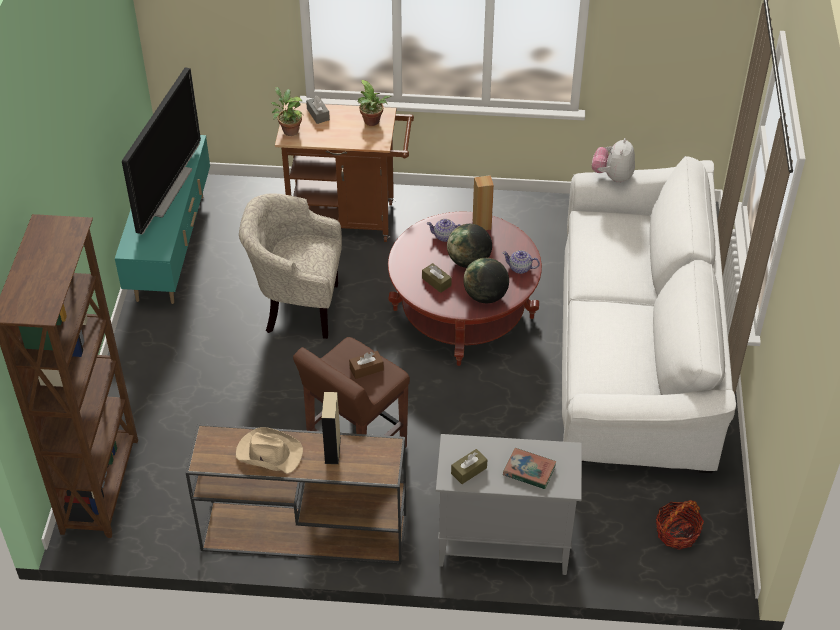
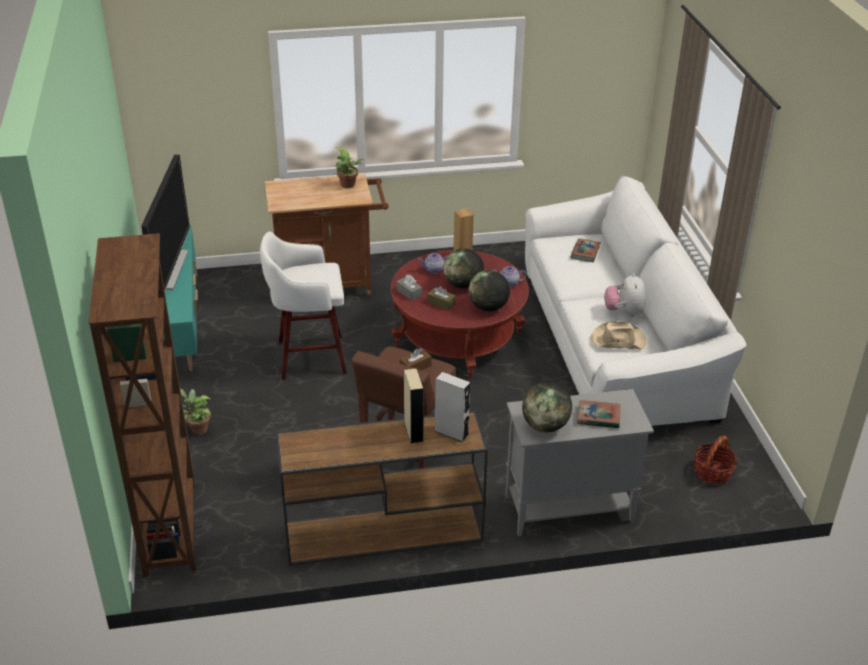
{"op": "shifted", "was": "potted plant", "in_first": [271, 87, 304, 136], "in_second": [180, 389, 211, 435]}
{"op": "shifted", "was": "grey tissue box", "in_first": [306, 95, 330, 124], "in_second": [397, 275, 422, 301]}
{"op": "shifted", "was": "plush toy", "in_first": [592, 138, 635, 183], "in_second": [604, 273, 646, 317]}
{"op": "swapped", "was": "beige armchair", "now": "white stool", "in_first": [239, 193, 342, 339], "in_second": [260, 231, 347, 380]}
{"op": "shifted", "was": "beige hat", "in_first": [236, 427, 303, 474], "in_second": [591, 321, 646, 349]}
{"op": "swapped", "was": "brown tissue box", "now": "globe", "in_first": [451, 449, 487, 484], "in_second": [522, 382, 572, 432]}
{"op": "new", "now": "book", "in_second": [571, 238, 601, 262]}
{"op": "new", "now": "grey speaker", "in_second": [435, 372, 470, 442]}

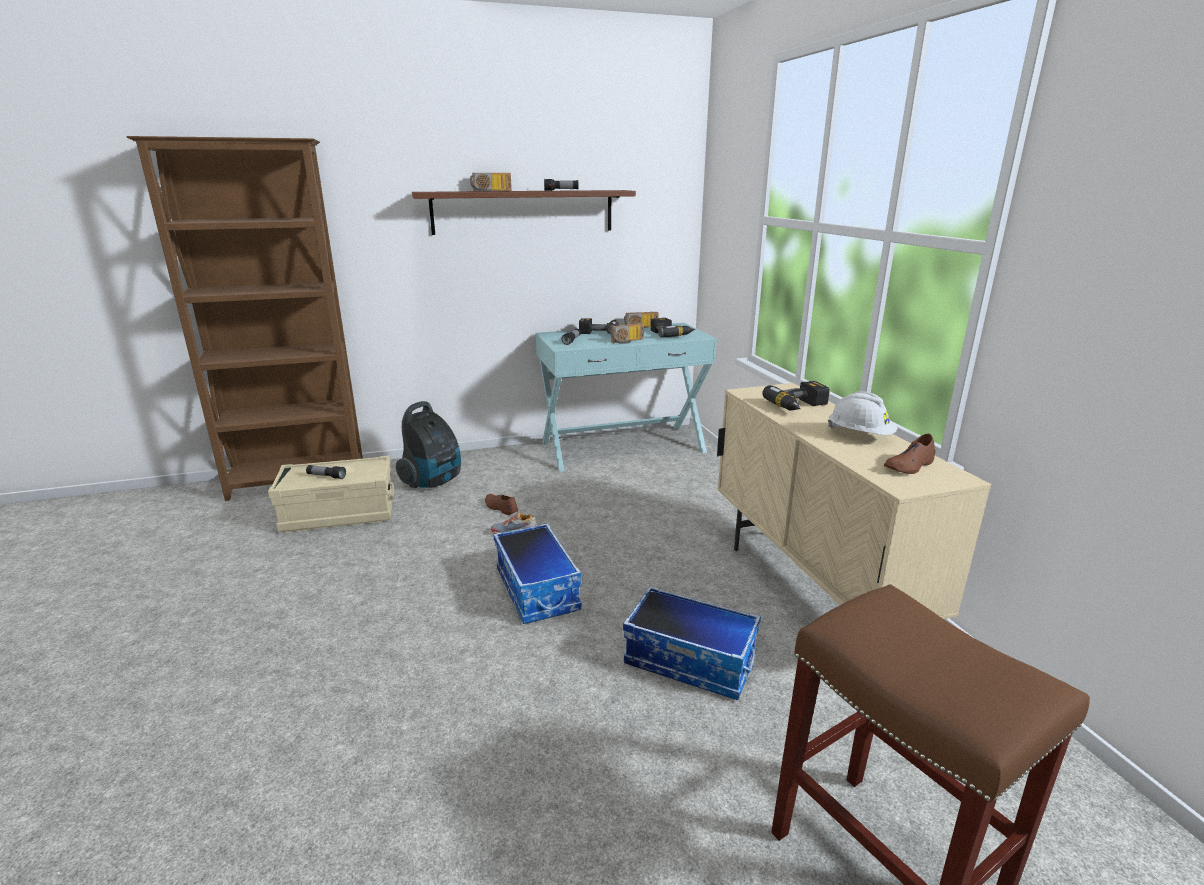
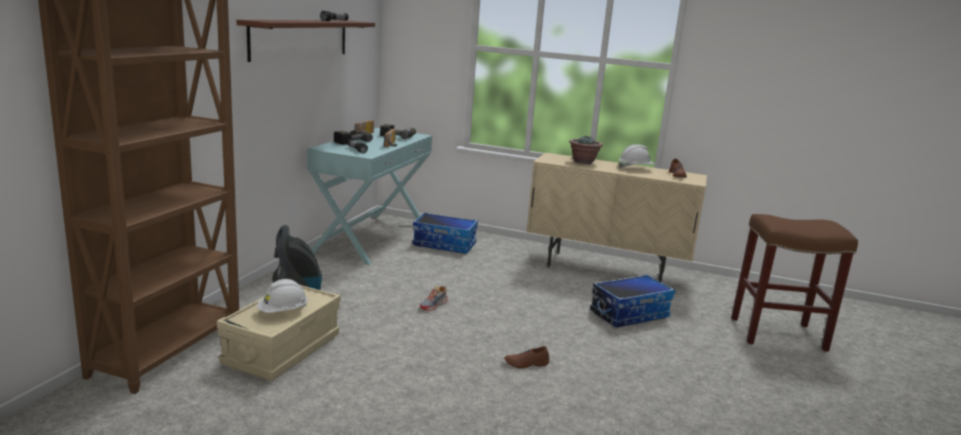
{"op": "gone", "was": "radio", "in_first": [470, 173, 512, 191]}
{"op": "swapped", "was": "power drill", "now": "potted plant", "in_first": [762, 381, 830, 410], "in_second": [569, 135, 603, 164]}
{"op": "swapped", "was": "flashlight", "now": "white hard hat", "in_first": [306, 465, 346, 479], "in_second": [257, 279, 308, 313]}
{"op": "shifted", "was": "brown shoe", "in_first": [485, 494, 518, 515], "in_second": [504, 346, 549, 369]}
{"op": "shifted", "was": "storage box", "in_first": [493, 523, 582, 624], "in_second": [413, 212, 478, 254]}

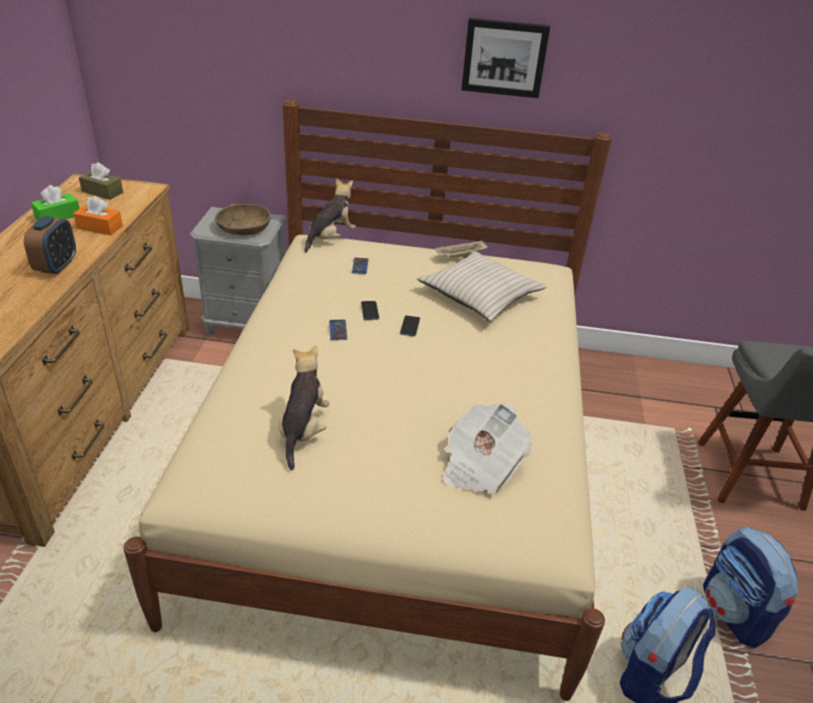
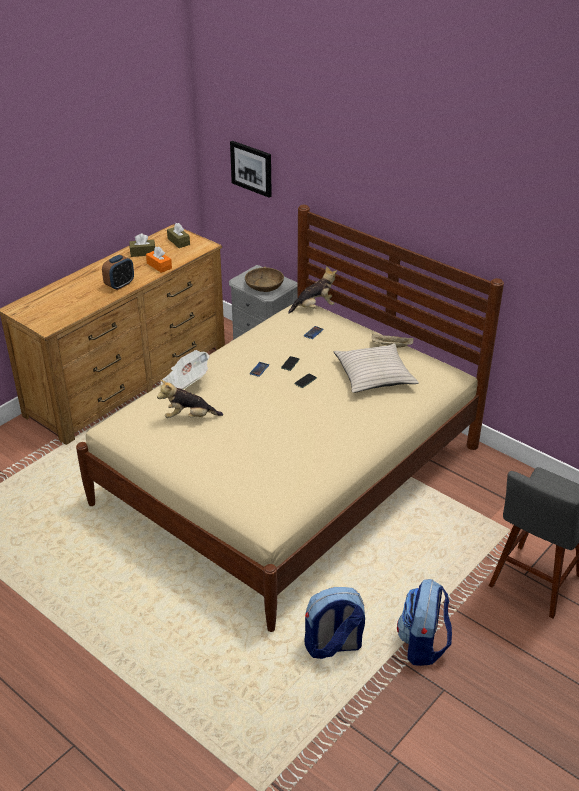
{"op": "shifted", "was": "picture", "in_first": [461, 18, 550, 98], "in_second": [230, 141, 272, 198]}
{"op": "repainted", "was": "green tissue box", "now": "brown tissue box", "in_first": [31, 185, 80, 220], "in_second": [129, 233, 155, 257]}
{"op": "rotated", "was": "plush toy", "in_first": [278, 345, 330, 470], "in_second": [157, 380, 223, 418], "clockwise": -135}
{"op": "shifted", "was": "newspaper", "in_first": [443, 403, 532, 494], "in_second": [160, 350, 210, 390]}

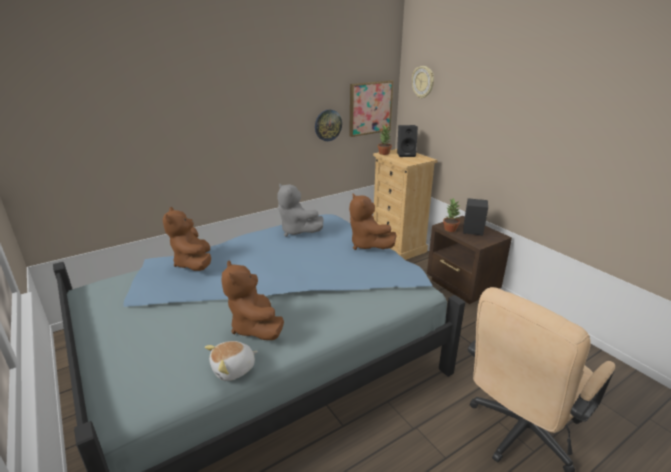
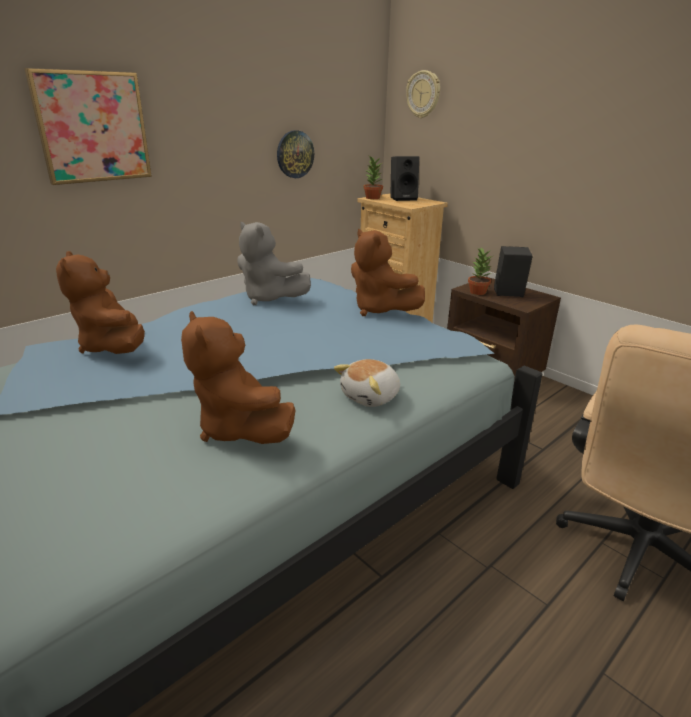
{"op": "shifted", "was": "picture", "in_first": [349, 80, 393, 137], "in_second": [24, 68, 152, 185]}
{"op": "shifted", "was": "plush toy", "in_first": [205, 341, 258, 381], "in_second": [334, 359, 400, 407]}

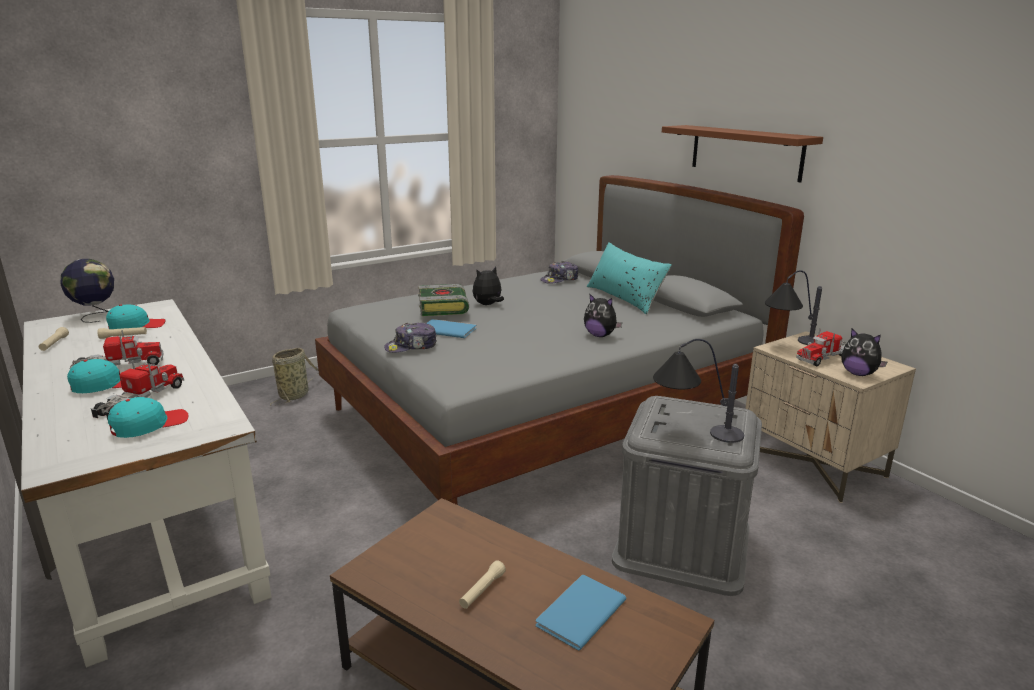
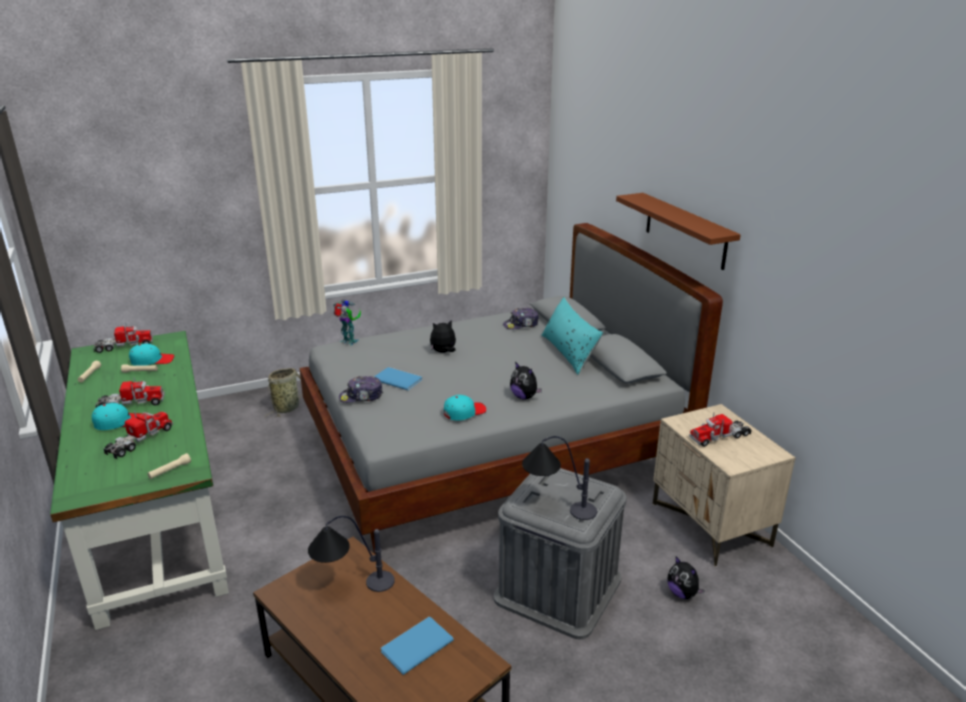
{"op": "swapped", "was": "globe", "now": "toy truck", "in_first": [60, 259, 114, 323], "in_second": [93, 323, 153, 353]}
{"op": "shifted", "was": "table lamp", "in_first": [765, 271, 822, 345], "in_second": [308, 516, 395, 592]}
{"op": "gone", "was": "book", "in_first": [418, 284, 469, 316]}
{"op": "repainted", "was": "white desk", "now": "green desk", "in_first": [21, 299, 272, 668], "in_second": [50, 331, 229, 630]}
{"op": "shifted", "was": "plush toy", "in_first": [841, 329, 887, 376], "in_second": [667, 556, 705, 599]}
{"op": "shifted", "was": "turquoise cap", "in_first": [108, 397, 188, 438], "in_second": [444, 395, 486, 421]}
{"op": "shifted", "was": "beige flashlight", "in_first": [459, 560, 506, 609], "in_second": [147, 453, 191, 479]}
{"op": "new", "now": "toy robot", "in_second": [333, 299, 361, 346]}

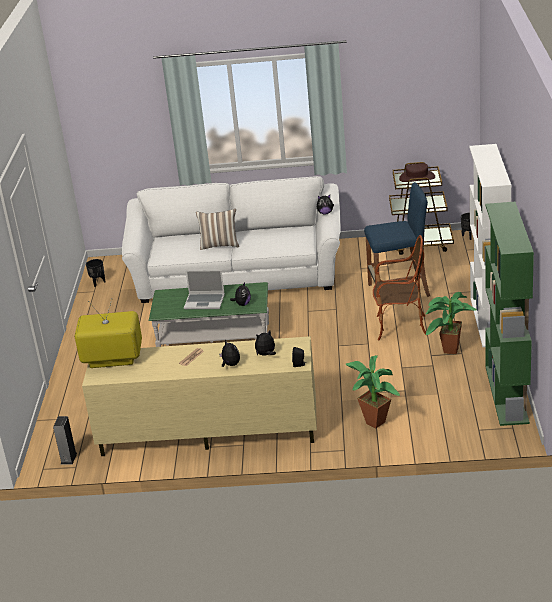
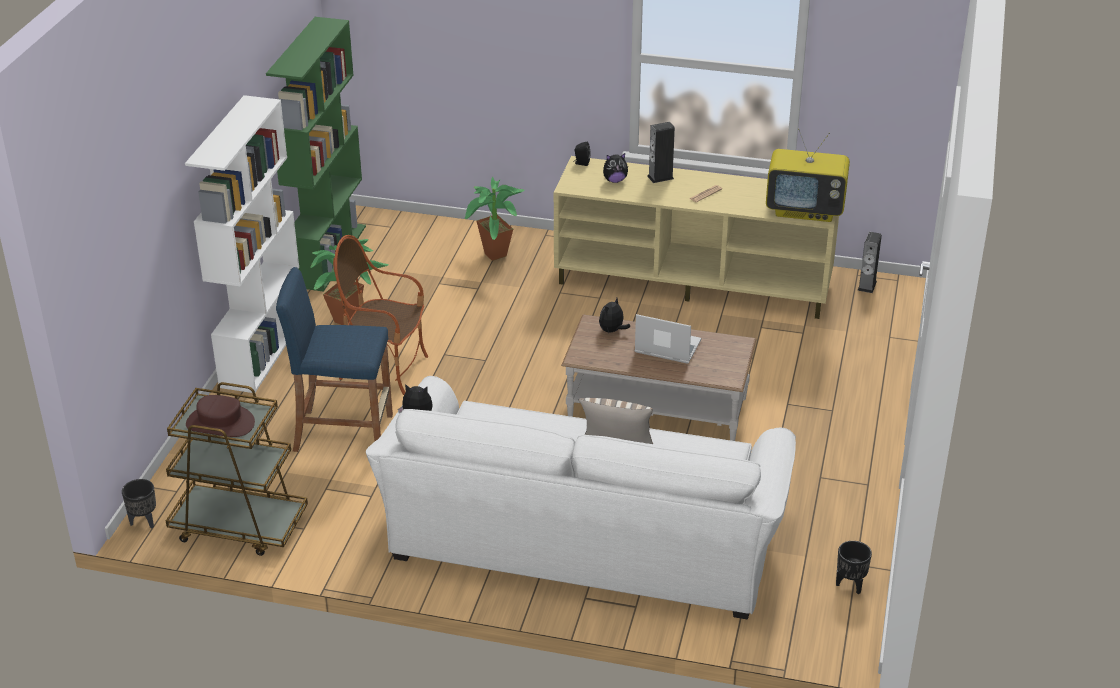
{"op": "repainted", "was": "green coffee table", "now": "brown coffee table", "in_first": [149, 282, 269, 347], "in_second": [561, 315, 757, 441]}
{"op": "swapped", "was": "plush toy", "now": "speaker", "in_first": [219, 339, 240, 367], "in_second": [647, 122, 675, 183]}

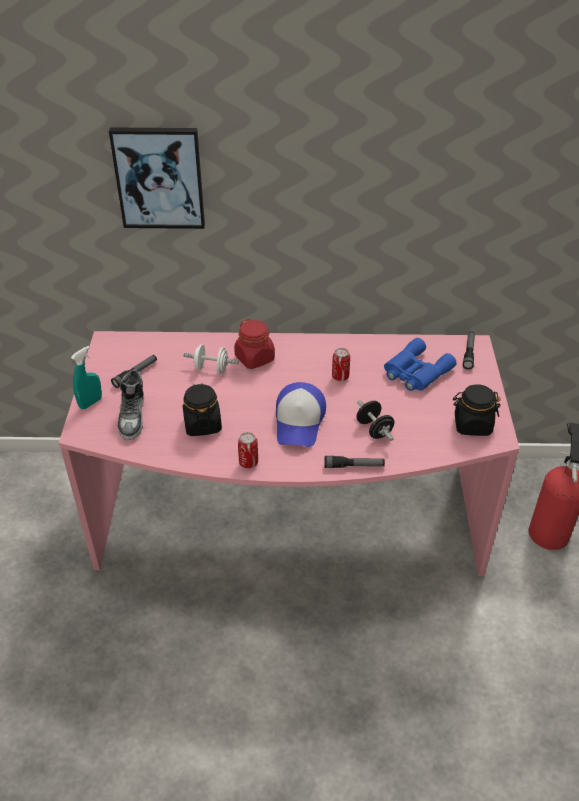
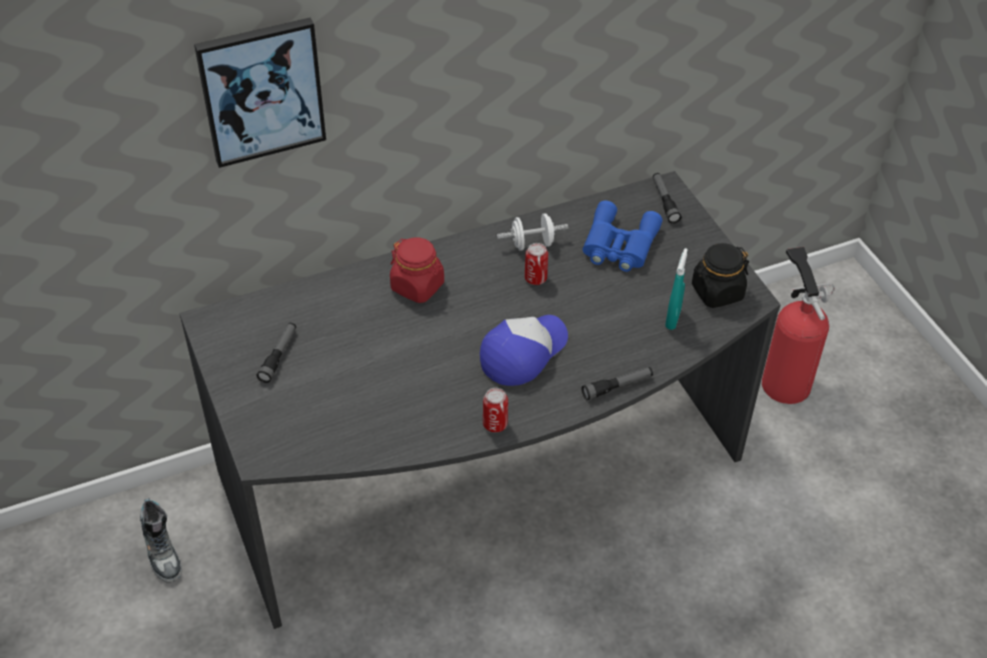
{"op": "repainted", "was": "pink desk", "now": "grey desk", "in_first": [59, 331, 520, 576], "in_second": [179, 171, 781, 629]}
{"op": "shifted", "was": "white dumbbell", "in_first": [183, 344, 239, 373], "in_second": [497, 213, 568, 251]}
{"op": "shifted", "was": "turquoise spray bottle", "in_first": [71, 346, 102, 409], "in_second": [665, 248, 688, 330]}
{"op": "shifted", "was": "shoe", "in_first": [117, 369, 144, 440], "in_second": [140, 498, 182, 583]}
{"op": "rotated", "was": "cap", "in_first": [276, 382, 326, 447], "in_second": [480, 315, 568, 386], "clockwise": -120}
{"op": "gone", "was": "black jar", "in_first": [183, 383, 222, 436]}
{"op": "gone", "was": "black dumbbell", "in_first": [357, 400, 394, 441]}

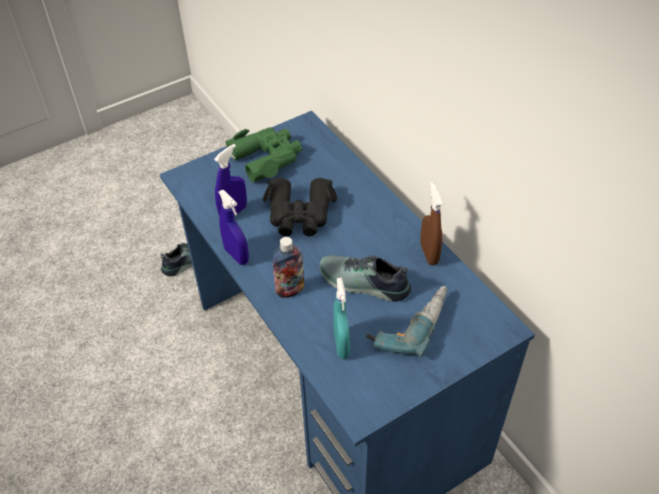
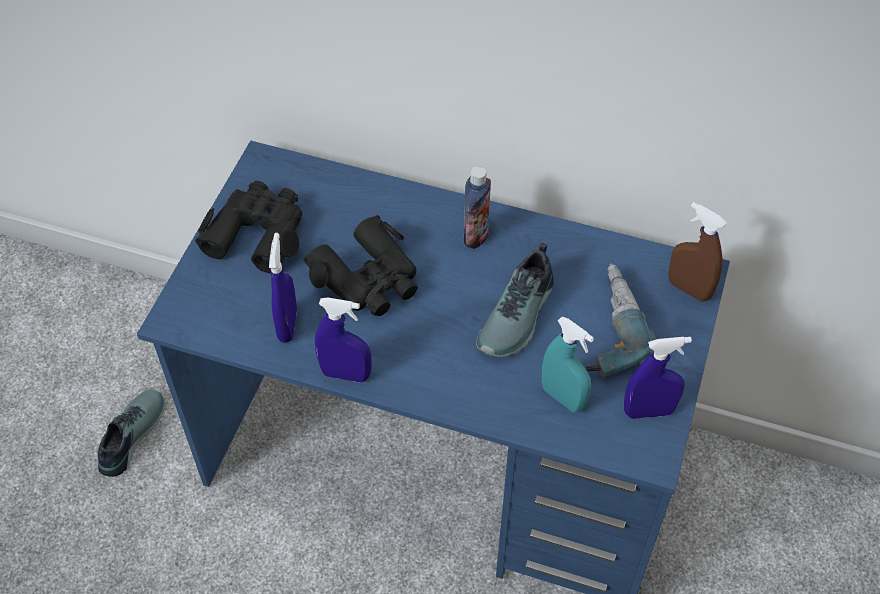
{"op": "repainted", "was": "green binoculars", "now": "black binoculars", "in_first": [225, 127, 302, 182], "in_second": [195, 181, 302, 273]}
{"op": "shifted", "was": "brown spray bottle", "in_first": [420, 182, 443, 265], "in_second": [668, 202, 727, 302]}
{"op": "shifted", "was": "bottle", "in_first": [272, 237, 304, 298], "in_second": [464, 166, 491, 249]}
{"op": "rotated", "was": "shoe", "in_first": [320, 255, 411, 302], "in_second": [476, 243, 554, 357], "clockwise": -45}
{"op": "new", "now": "blue spray bottle", "in_second": [624, 337, 692, 419]}

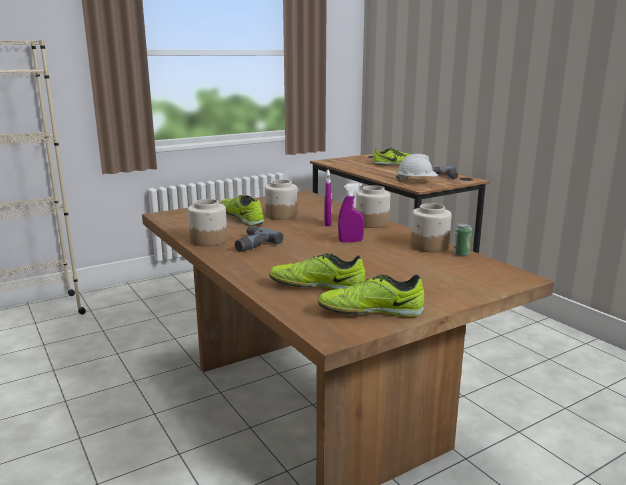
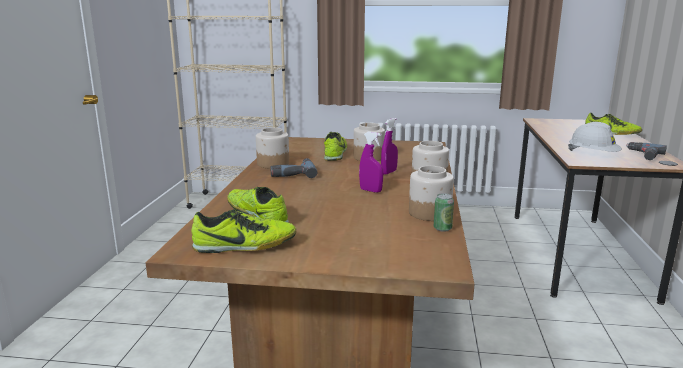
{"op": "rotated", "was": "shoe", "in_first": [318, 274, 424, 318], "in_second": [191, 209, 296, 253], "clockwise": 135}

